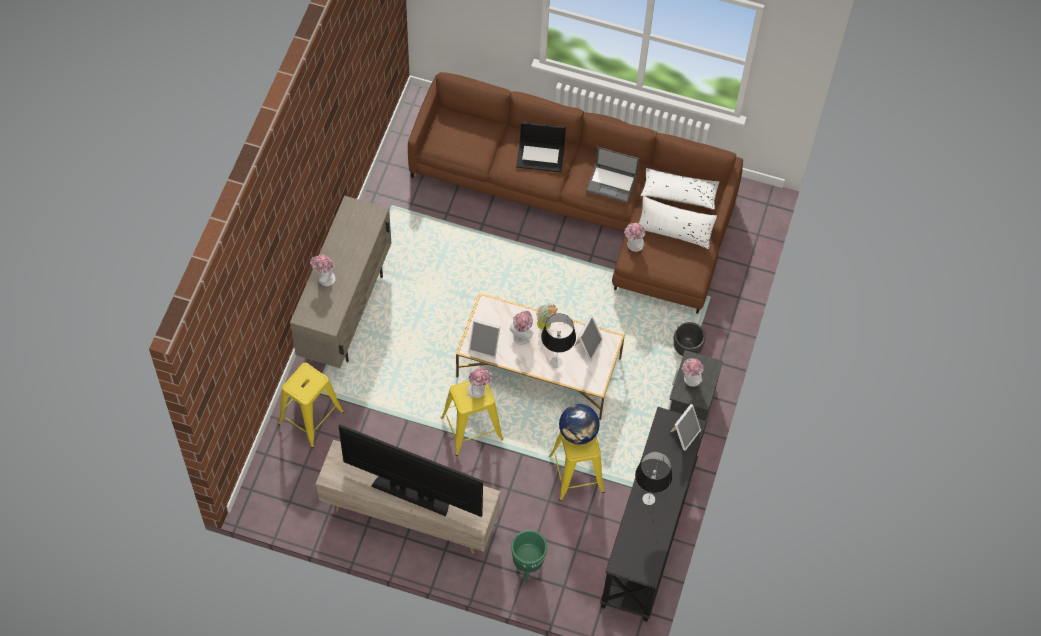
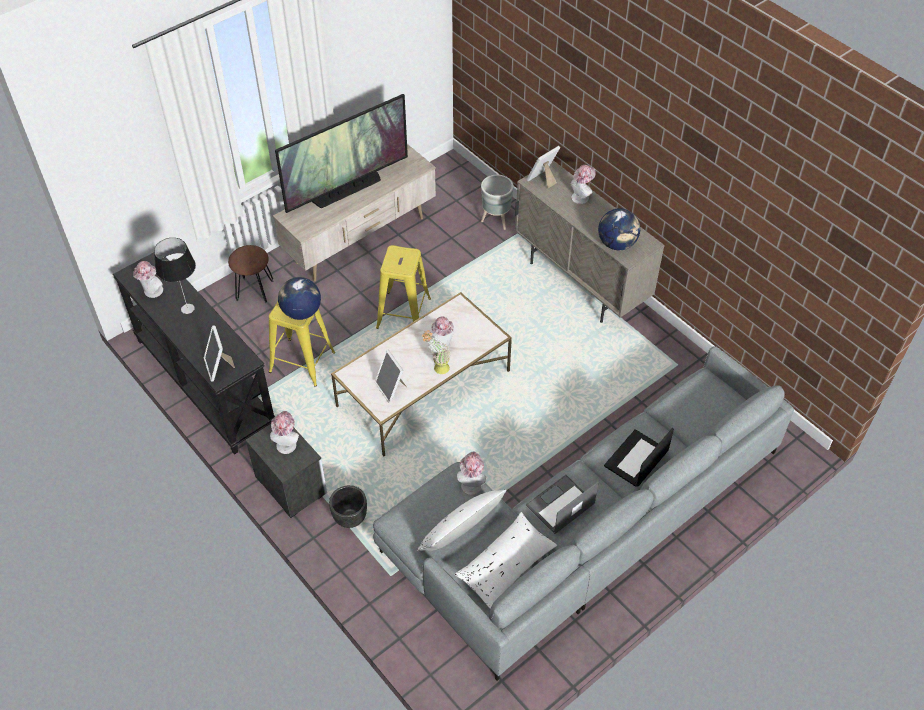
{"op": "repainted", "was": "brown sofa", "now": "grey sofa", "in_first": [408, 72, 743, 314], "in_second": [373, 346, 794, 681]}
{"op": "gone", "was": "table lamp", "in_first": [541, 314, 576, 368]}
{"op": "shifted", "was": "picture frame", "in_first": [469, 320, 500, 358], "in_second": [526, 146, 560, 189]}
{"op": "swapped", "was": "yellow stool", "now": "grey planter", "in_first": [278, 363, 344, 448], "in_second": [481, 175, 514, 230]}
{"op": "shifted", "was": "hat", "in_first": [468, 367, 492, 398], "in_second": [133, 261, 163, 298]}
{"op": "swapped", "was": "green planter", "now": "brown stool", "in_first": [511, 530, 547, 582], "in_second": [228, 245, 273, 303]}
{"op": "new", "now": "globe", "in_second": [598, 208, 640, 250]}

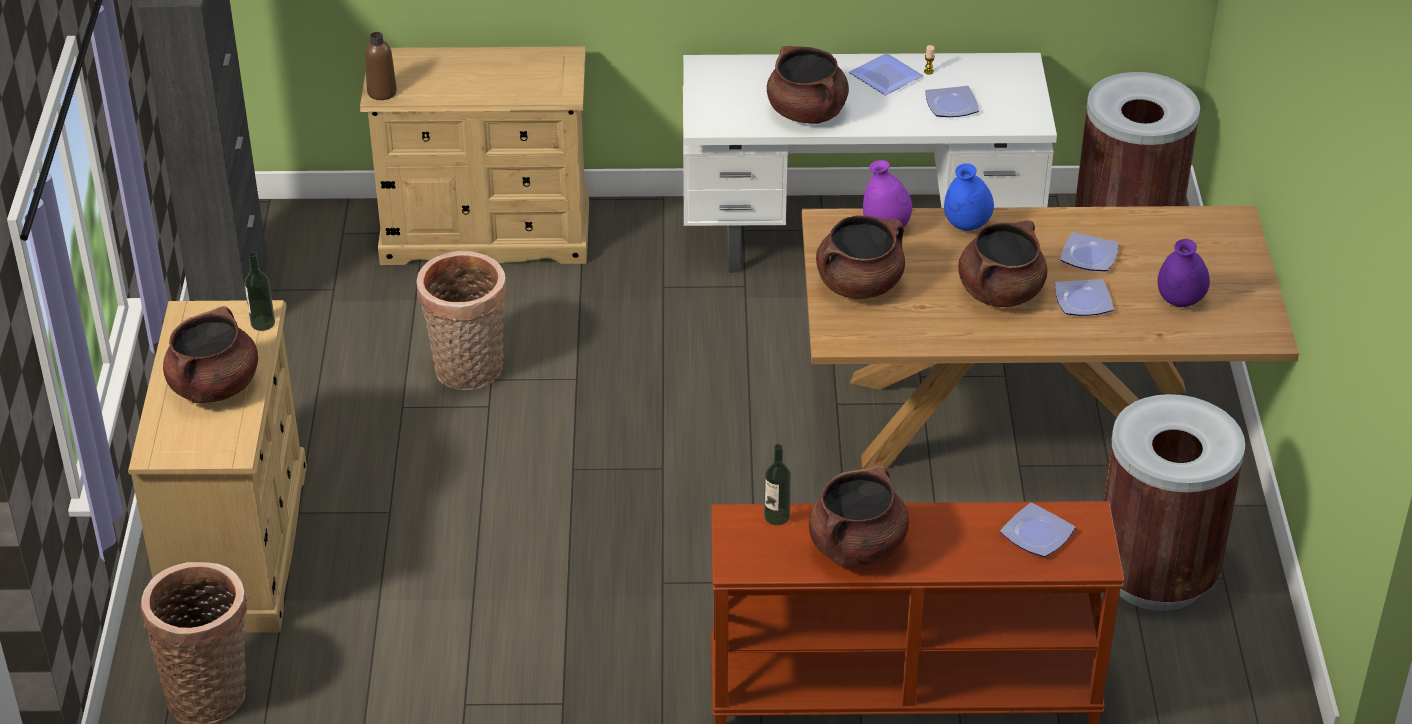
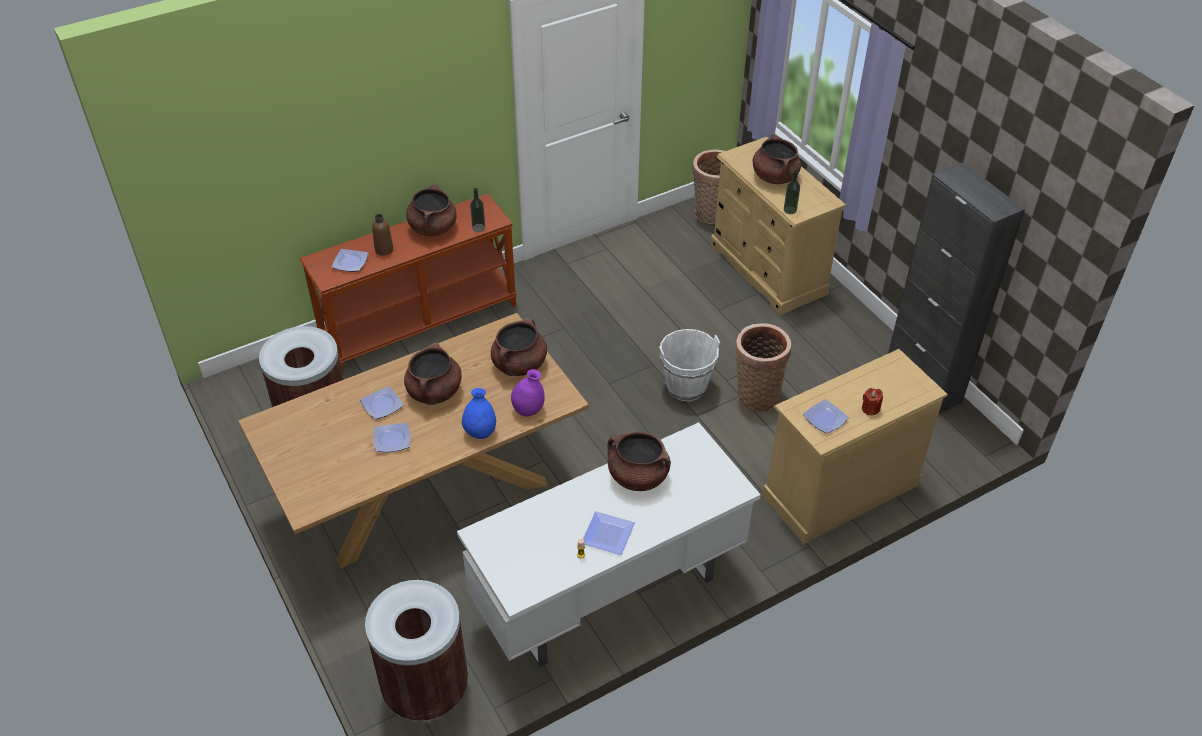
{"op": "shifted", "was": "brown bottle", "in_first": [365, 32, 397, 100], "in_second": [372, 214, 393, 256]}
{"op": "shifted", "was": "plate", "in_first": [925, 86, 979, 117], "in_second": [803, 399, 849, 433]}
{"op": "gone", "was": "purple vase", "in_first": [1157, 239, 1210, 307]}
{"op": "new", "now": "white bucket", "in_second": [659, 329, 720, 401]}
{"op": "new", "now": "red candle", "in_second": [862, 388, 883, 415]}

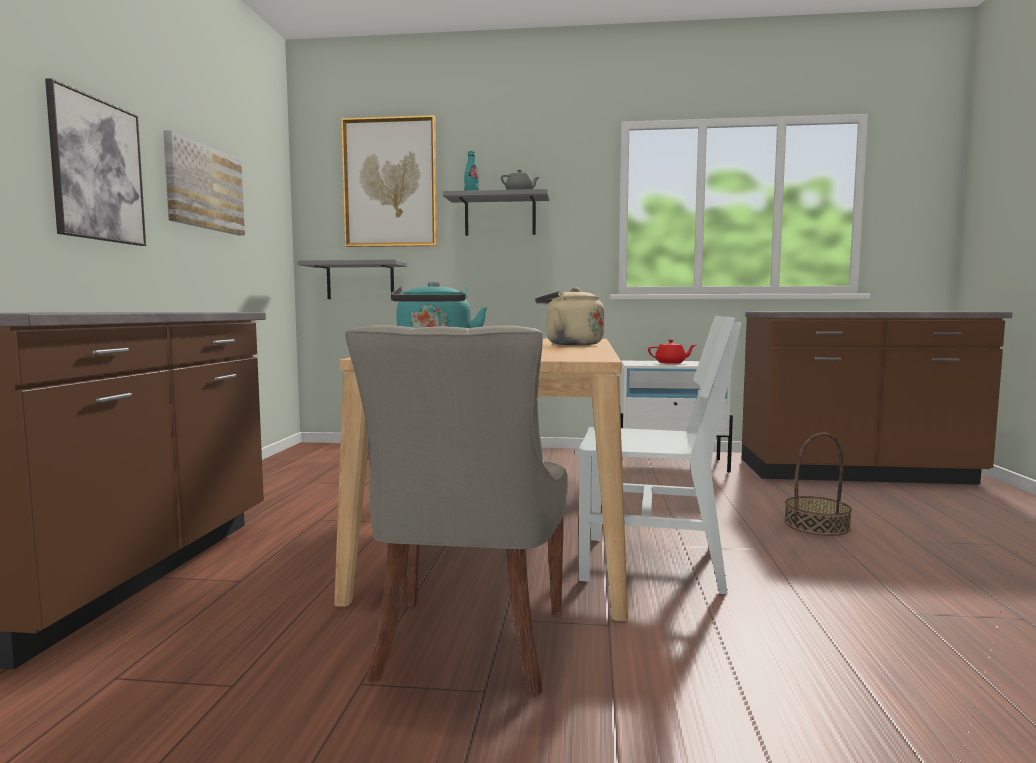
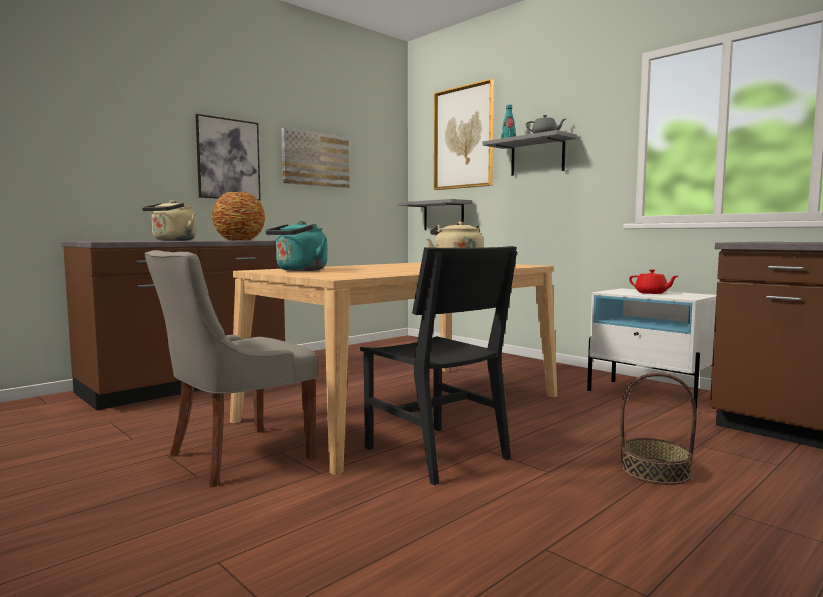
{"op": "repainted", "was": "white chair", "now": "black chair", "in_first": [575, 315, 742, 594], "in_second": [360, 246, 517, 485]}
{"op": "new", "now": "vase", "in_second": [212, 192, 265, 241]}
{"op": "new", "now": "beige kettle", "in_second": [142, 200, 196, 241]}

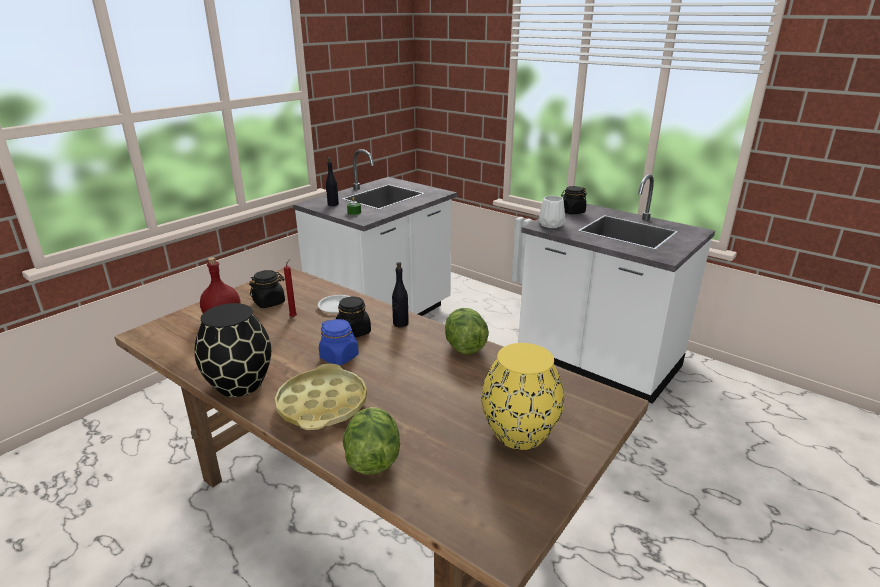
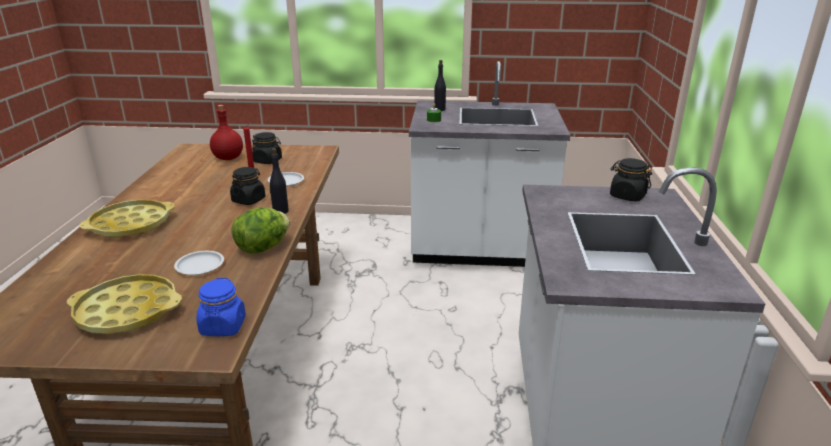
{"op": "gone", "was": "white vase", "in_first": [539, 196, 565, 228]}
{"op": "gone", "was": "black vase", "in_first": [195, 303, 271, 397]}
{"op": "shifted", "was": "blue jar", "in_first": [319, 319, 359, 365], "in_second": [196, 278, 246, 336]}
{"op": "swapped", "was": "yellow vase", "now": "yellow tray", "in_first": [481, 343, 564, 450], "in_second": [67, 274, 182, 334]}
{"op": "gone", "was": "lettuce", "in_first": [343, 407, 400, 475]}
{"op": "new", "now": "white plate", "in_second": [174, 251, 224, 275]}

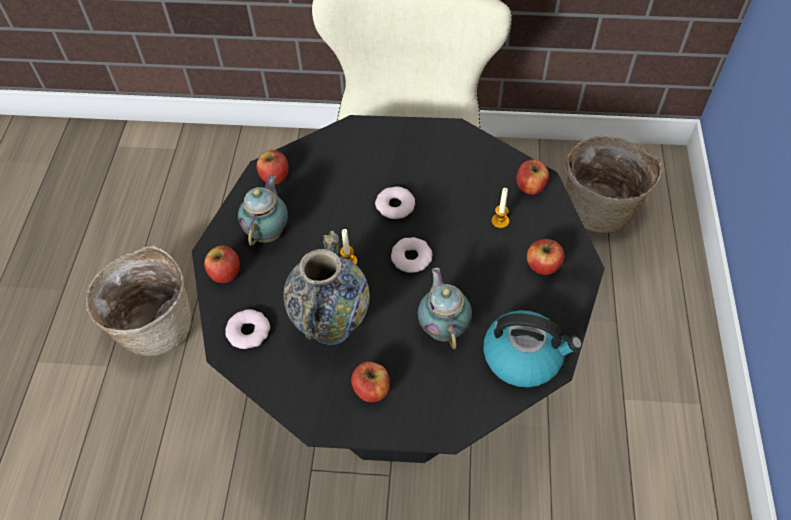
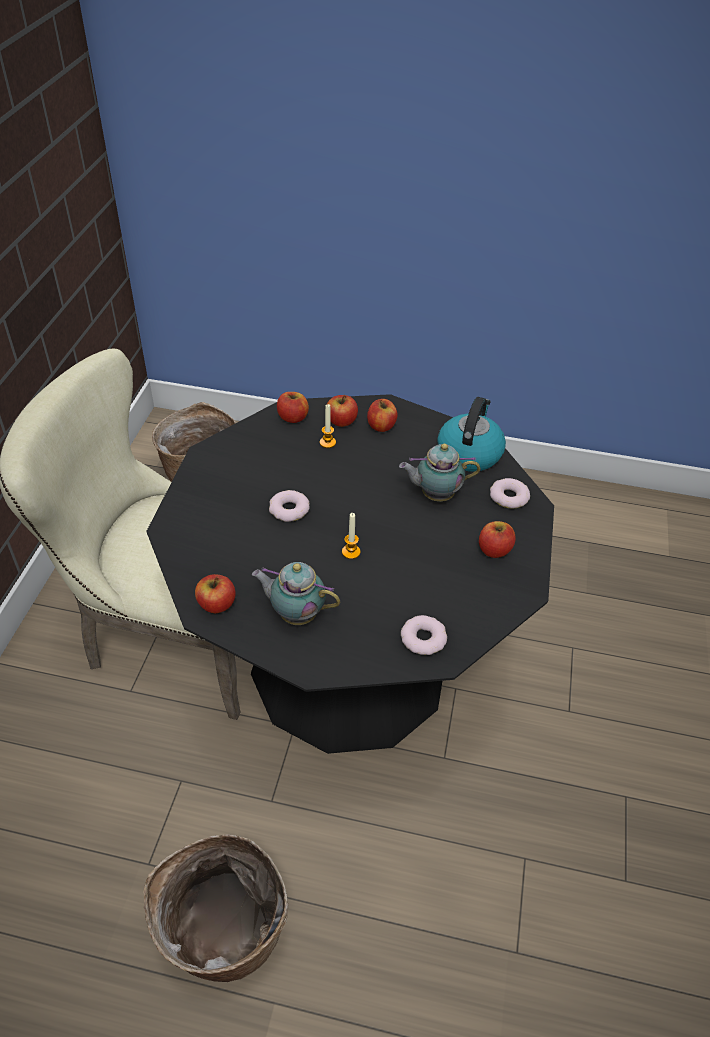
{"op": "gone", "was": "vase", "in_first": [283, 231, 370, 345]}
{"op": "shifted", "was": "donut", "in_first": [391, 237, 432, 273], "in_second": [490, 478, 530, 509]}
{"op": "shifted", "was": "apple", "in_first": [204, 246, 240, 283], "in_second": [327, 395, 358, 427]}

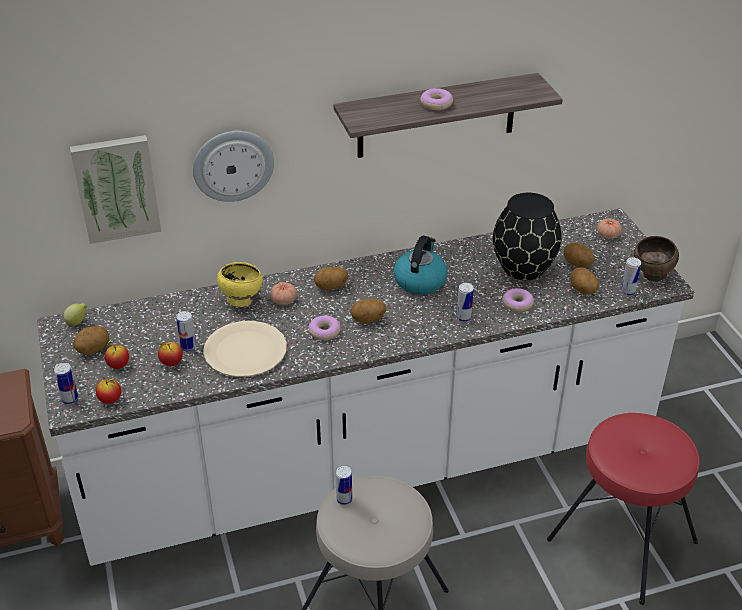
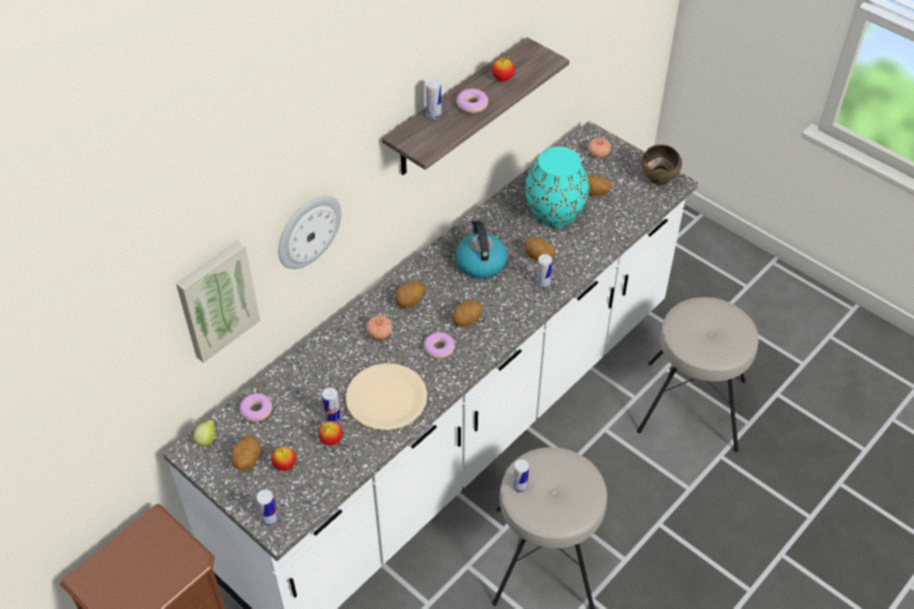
{"op": "repainted", "was": "black vase", "now": "turquoise vase", "in_first": [493, 193, 562, 280], "in_second": [525, 146, 589, 227]}
{"op": "shifted", "was": "can", "in_first": [621, 257, 641, 296], "in_second": [425, 78, 442, 119]}
{"op": "gone", "was": "yellow bowl", "in_first": [217, 262, 263, 307]}
{"op": "shifted", "was": "potato", "in_first": [571, 267, 599, 294], "in_second": [524, 237, 555, 260]}
{"op": "shifted", "was": "donut", "in_first": [503, 288, 534, 312], "in_second": [239, 393, 272, 422]}
{"op": "shifted", "was": "apple", "in_first": [96, 379, 121, 404], "in_second": [492, 56, 515, 81]}
{"op": "repainted", "was": "red stool", "now": "beige stool", "in_first": [547, 413, 700, 605], "in_second": [637, 297, 759, 452]}

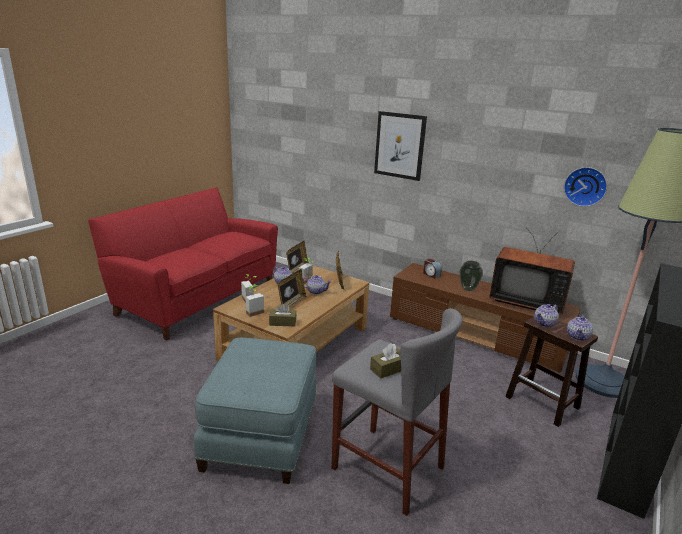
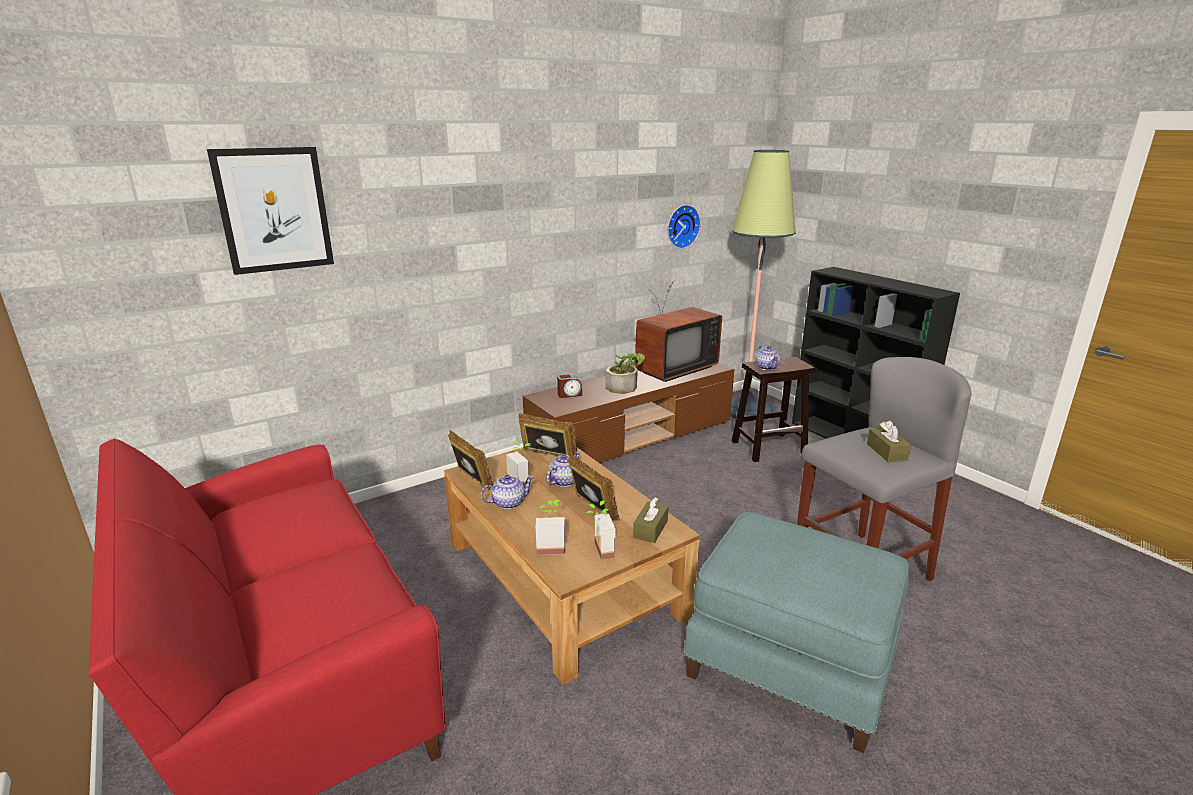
{"op": "shifted", "was": "picture", "in_first": [374, 111, 427, 181], "in_second": [207, 147, 334, 275]}
{"op": "swapped", "was": "vase", "now": "potted plant", "in_first": [459, 261, 483, 291], "in_second": [605, 353, 645, 394]}
{"op": "gone", "was": "teapot", "in_first": [567, 315, 593, 341]}

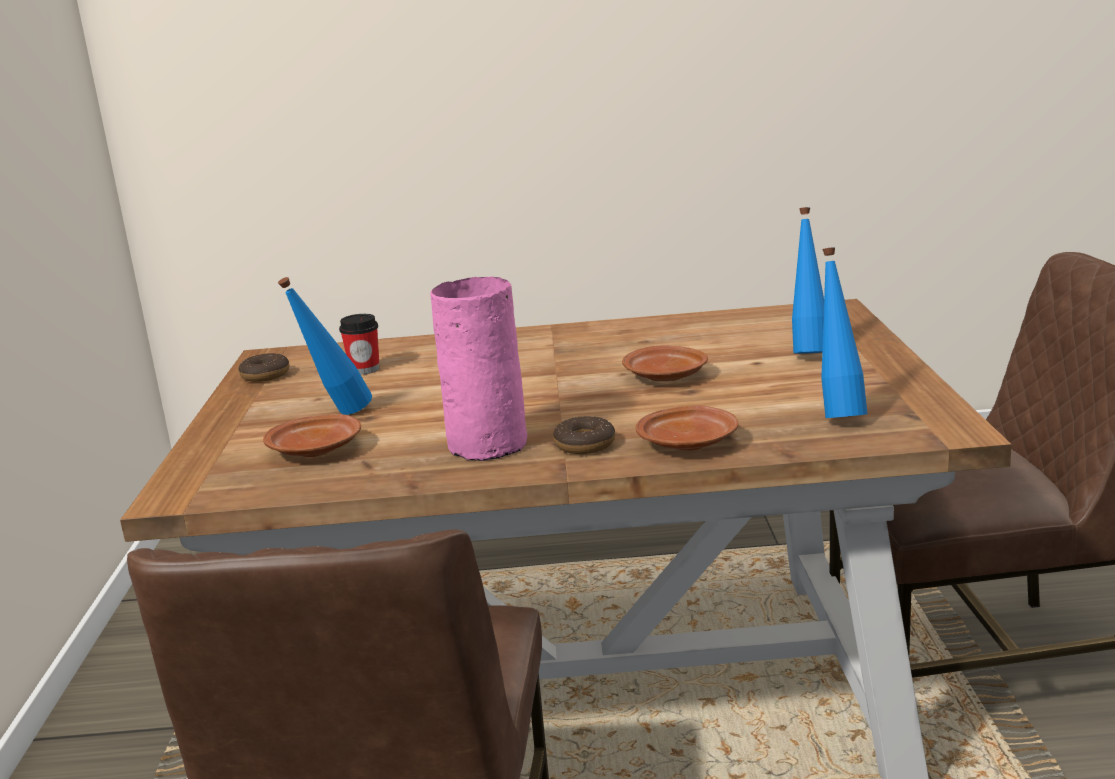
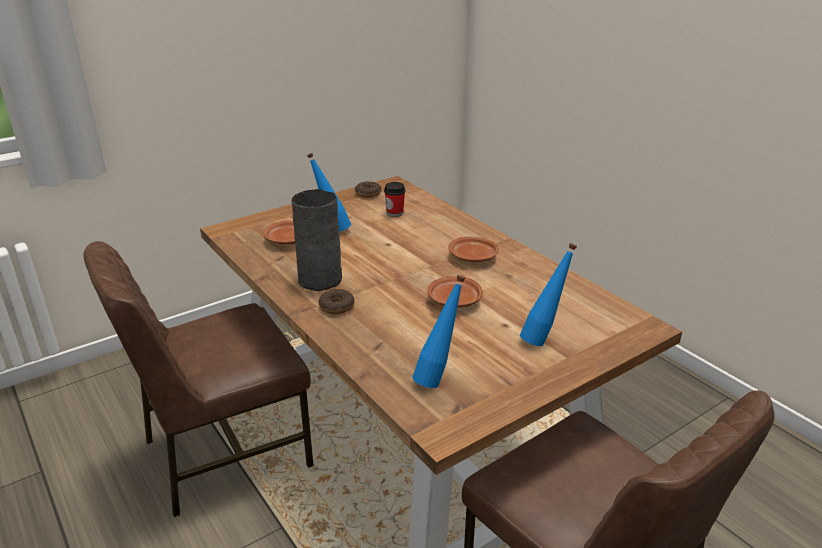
{"op": "repainted", "was": "pink vase", "now": "grey vase", "in_first": [430, 277, 527, 461], "in_second": [292, 189, 342, 291]}
{"op": "shifted", "was": "brown plate", "in_first": [636, 405, 739, 450], "in_second": [449, 237, 499, 262]}

